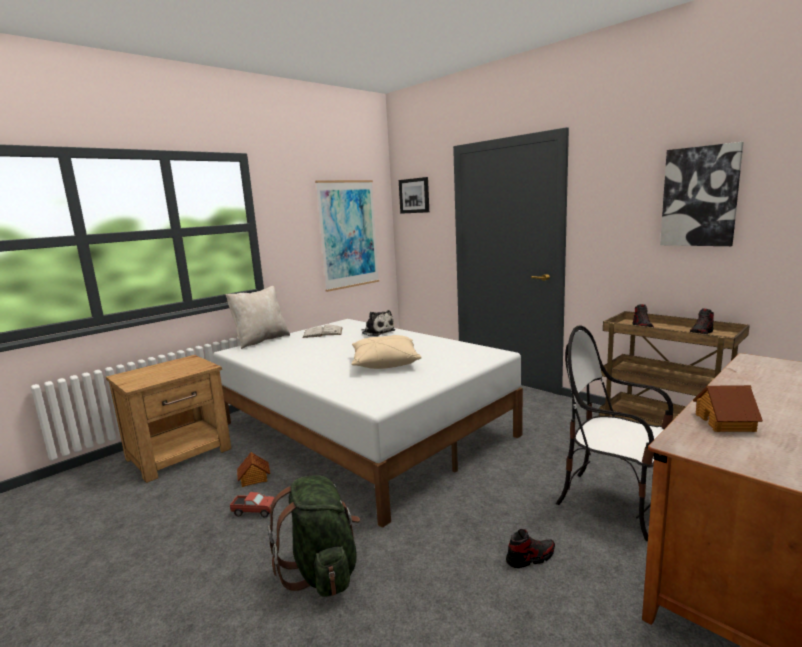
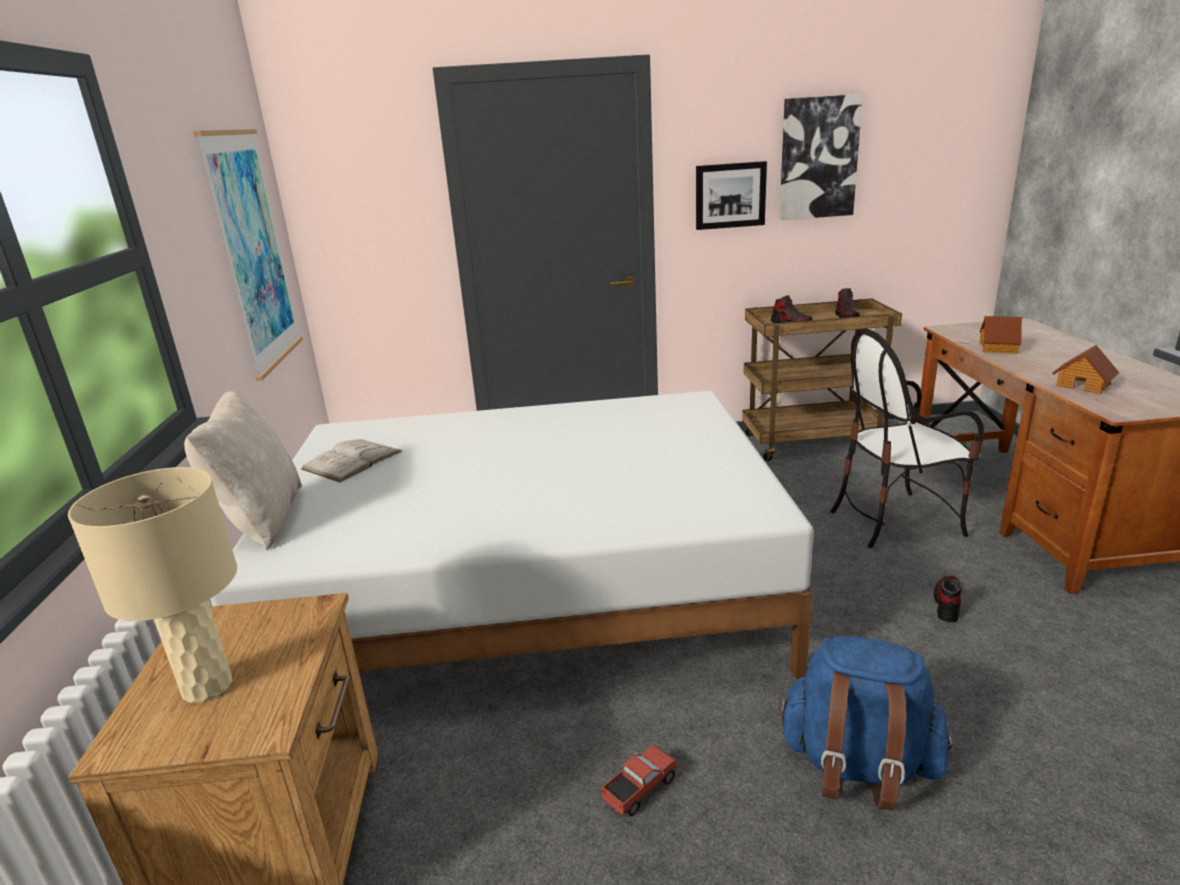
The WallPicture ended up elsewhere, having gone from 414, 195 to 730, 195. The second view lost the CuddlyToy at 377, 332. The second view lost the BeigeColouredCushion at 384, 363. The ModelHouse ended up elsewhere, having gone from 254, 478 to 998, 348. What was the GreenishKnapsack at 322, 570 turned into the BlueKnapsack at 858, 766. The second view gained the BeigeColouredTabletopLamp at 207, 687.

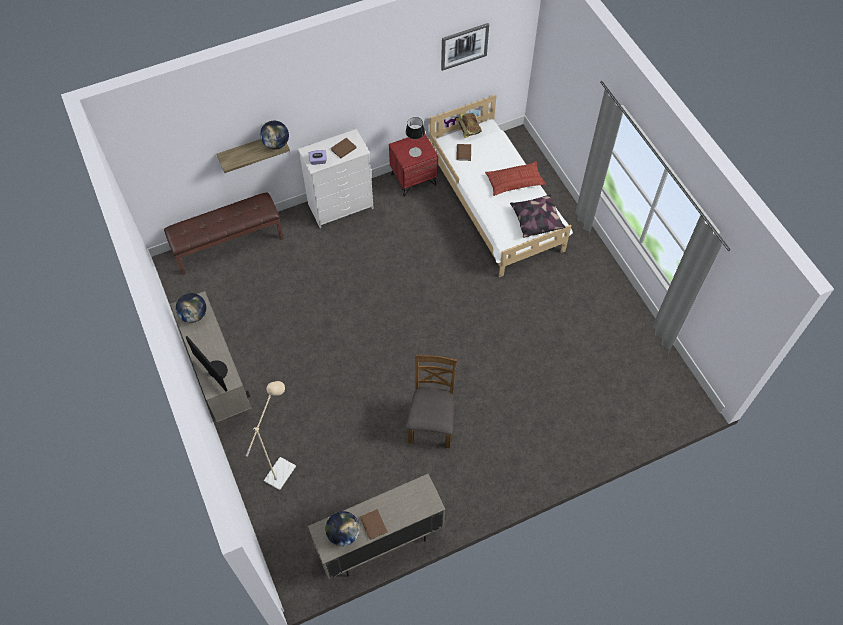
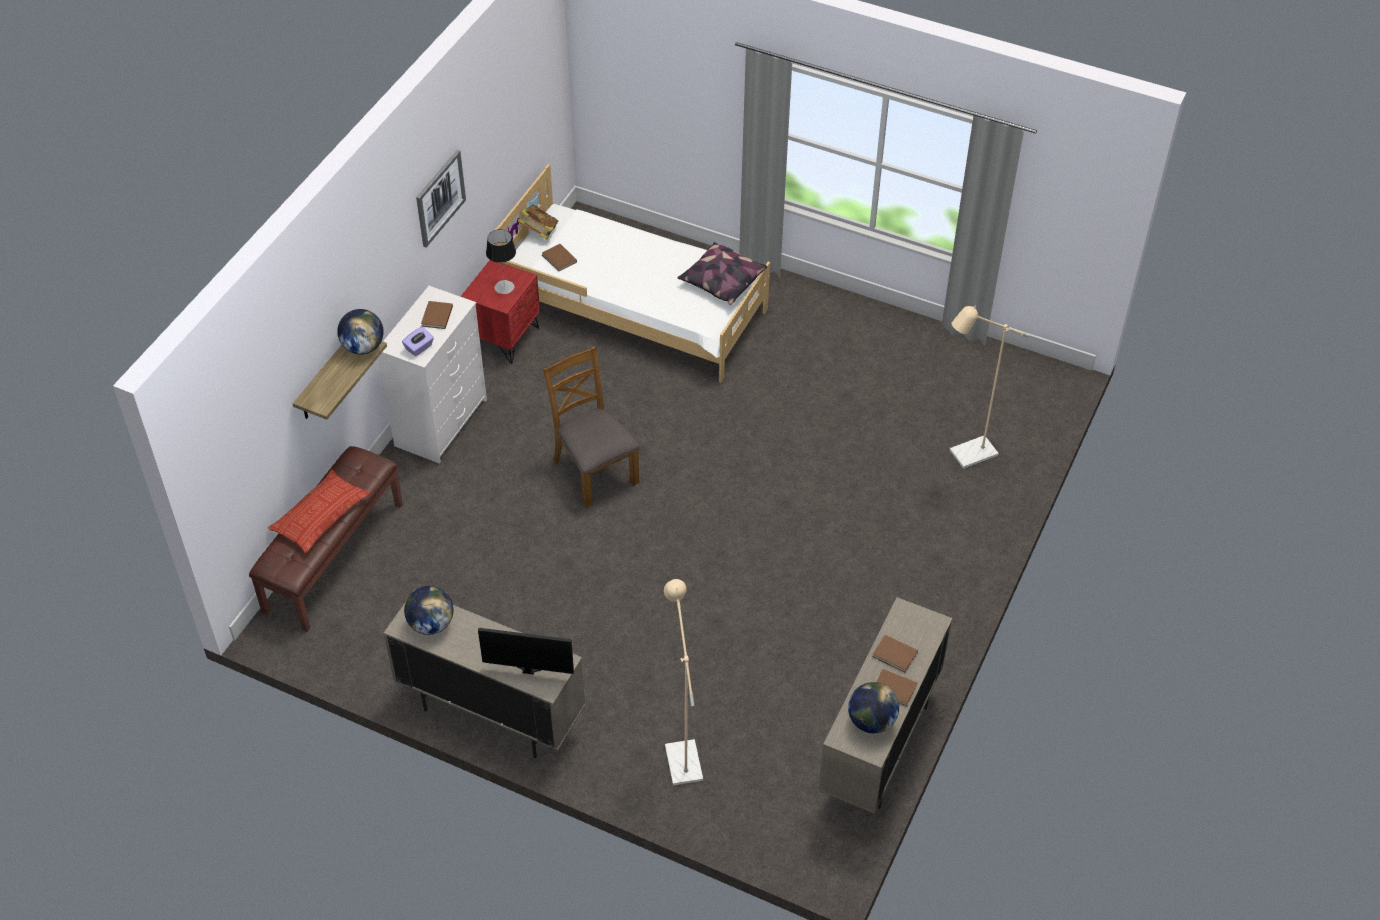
The WallPicture ended up elsewhere, having gone from 464, 46 to 440, 198. The Cushion ended up elsewhere, having gone from 515, 181 to 320, 515. The BrownishPlainChair ended up elsewhere, having gone from 431, 422 to 594, 471. The second view gained the BeigeColouredStandardLamp at 966, 455. The second view gained the BrownishBook at 895, 655.

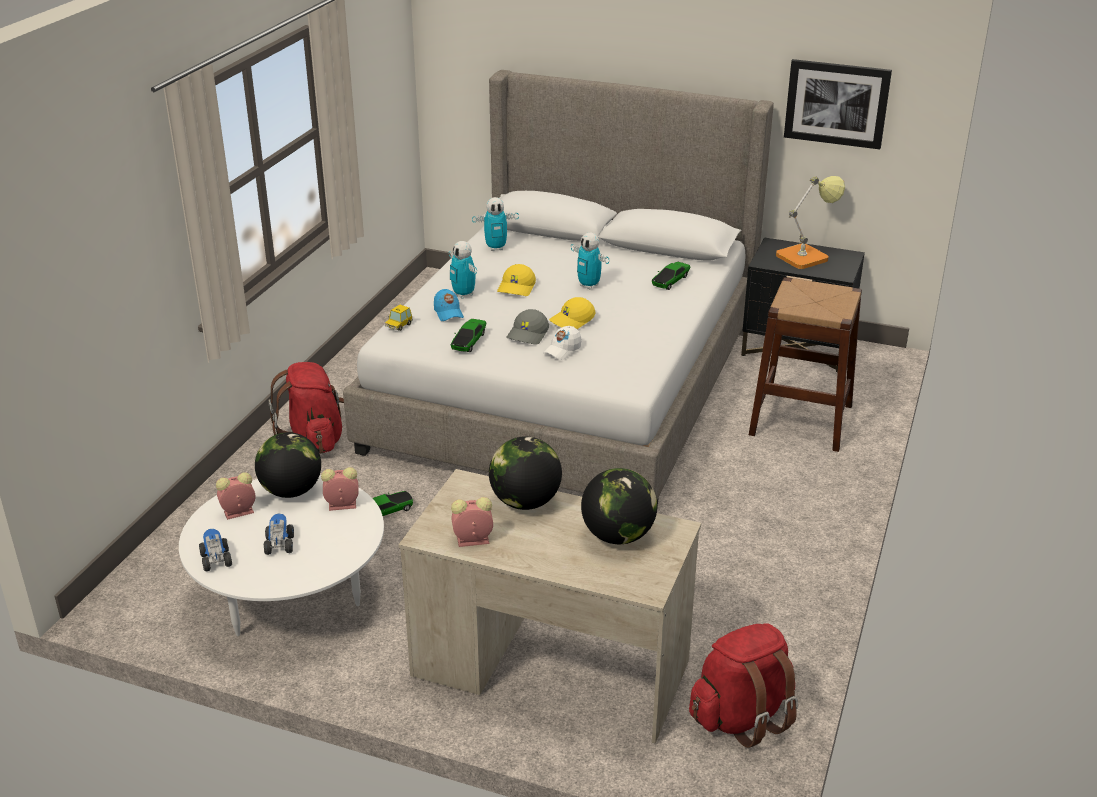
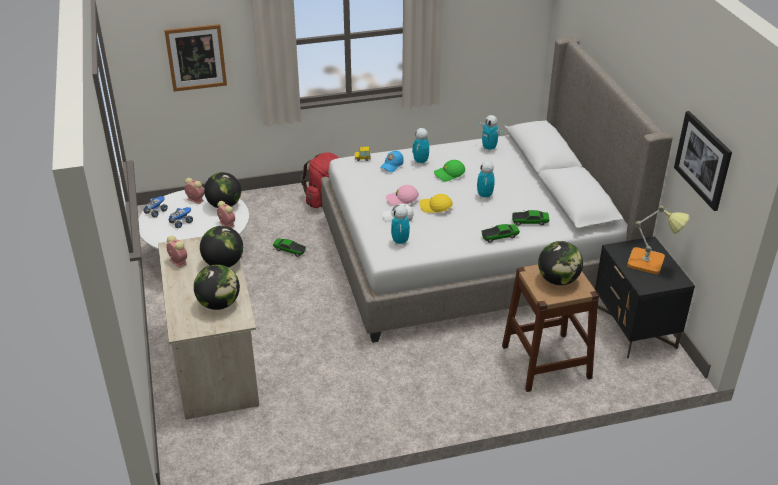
What was the YellowColouredPeakedCap at 517, 288 turned into the GreenishPeakedCap at 449, 174. What was the GreyishPeakedCap at 528, 335 turned into the PinkPeakedCap at 402, 200. The MiniatureCar ended up elsewhere, having gone from 469, 341 to 499, 236. The second view lost the RedKnapsack at 742, 717. The second view gained the WallPicture at 196, 57. The second view gained the RobotFigure at 400, 242. The second view gained the Globe at 558, 280.

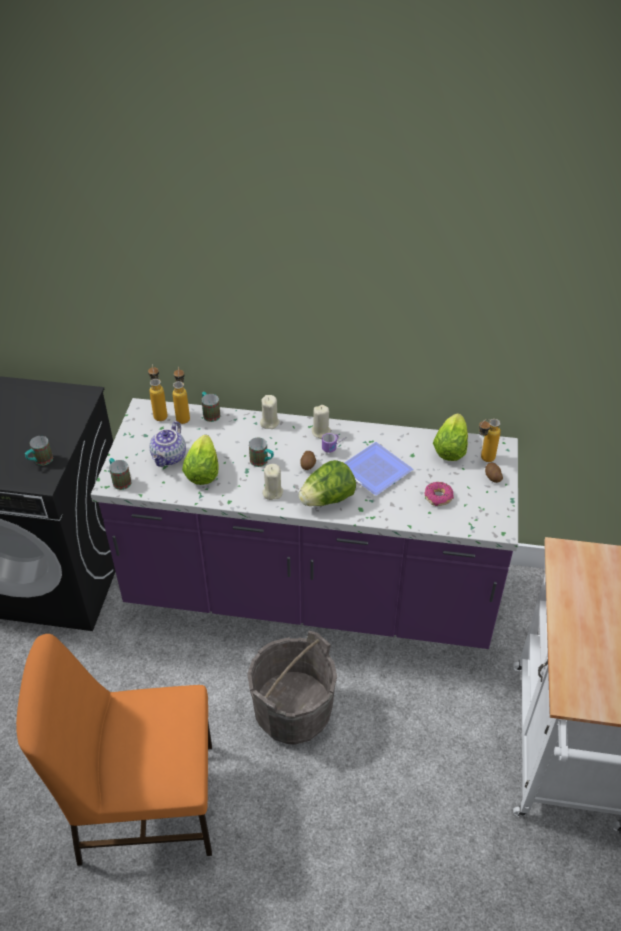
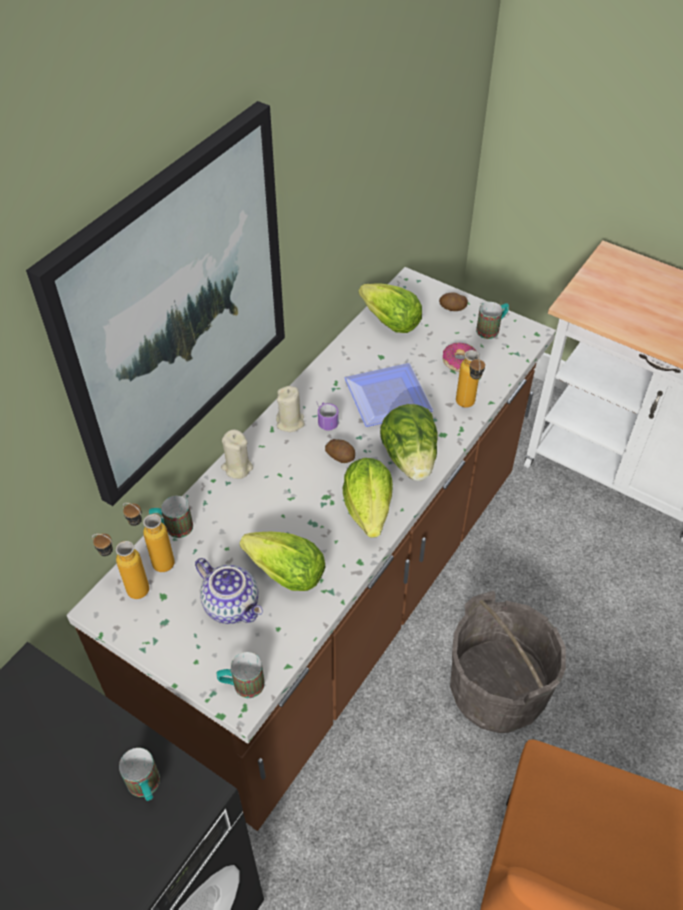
What was the PurpleCounter at 310, 594 turned into the BrownishCounter at 341, 607. The Bottle ended up elsewhere, having gone from 483, 460 to 467, 407. The TeaMug ended up elsewhere, having gone from 262, 462 to 491, 329. Where the BeigeColouredCandle stood at 272, 492, the HeadOfLettuce came to stand at 368, 509. The second view gained the WallPicture at 176, 308.

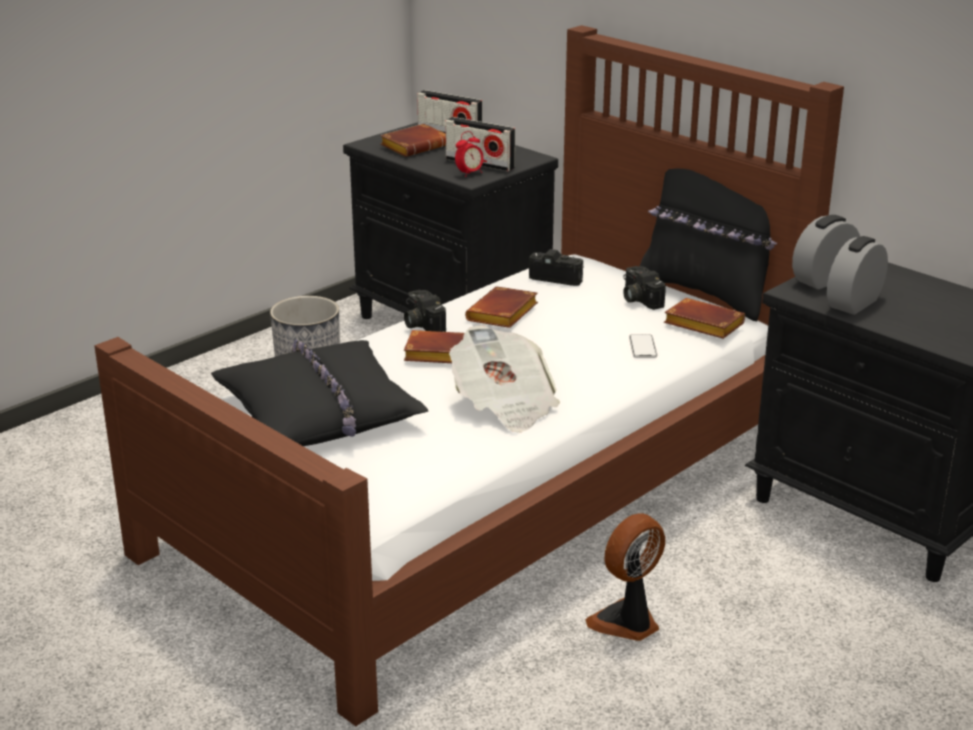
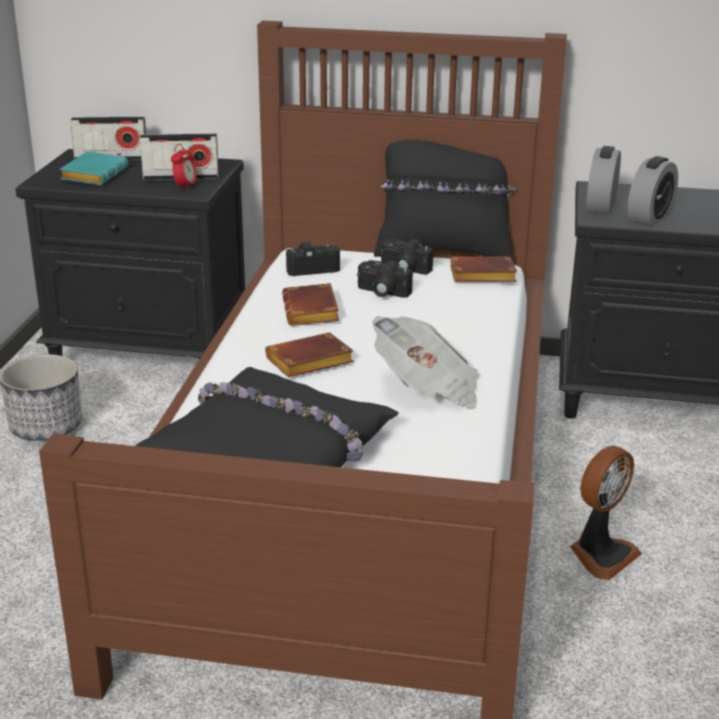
What was the BrownishBook at 415, 146 turned into the BlueGreenBook at 94, 174. The BedsideClock at 854, 303 ended up facing another way, 150 degrees counterclockwise from before. The PhotoCamera ended up elsewhere, having gone from 421, 324 to 381, 292. The second view lost the Handset at 642, 347. The Fan at 627, 622 ended up facing another way, 150 degrees counterclockwise from before.

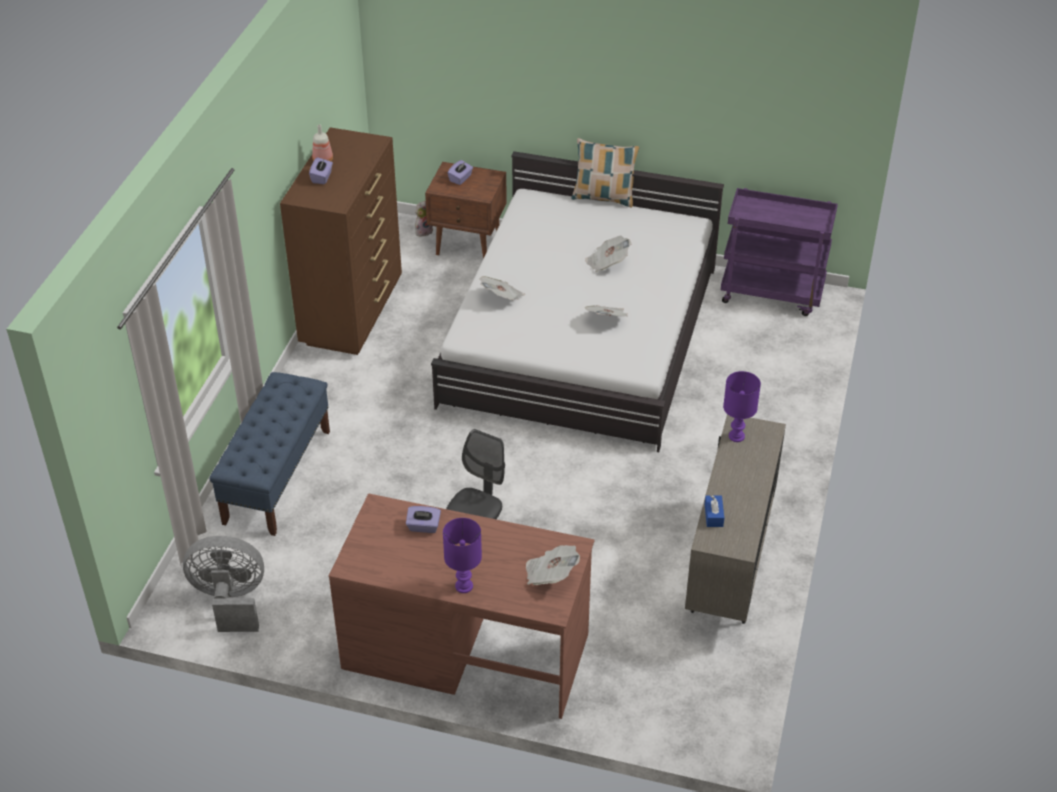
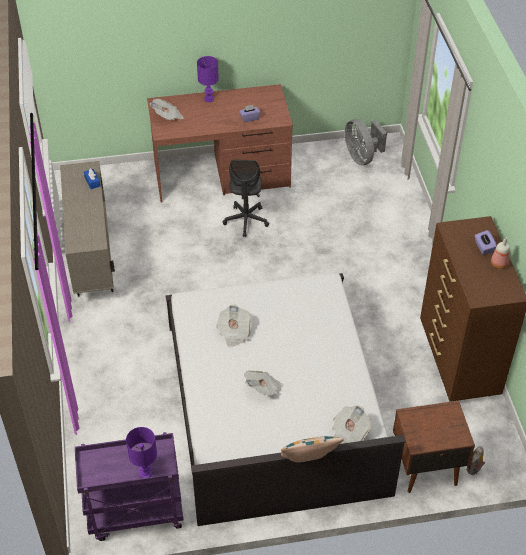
The second view lost the PurpleBoxOfTissues at 460, 179. The PrintedPaper ended up elsewhere, having gone from 502, 297 to 349, 434. The PurpleTabletopLamp ended up elsewhere, having gone from 737, 436 to 145, 473. The second view lost the BlueBench at 277, 476. The GreyishFan at 230, 601 ended up facing another way, 90 degrees clockwise from before.

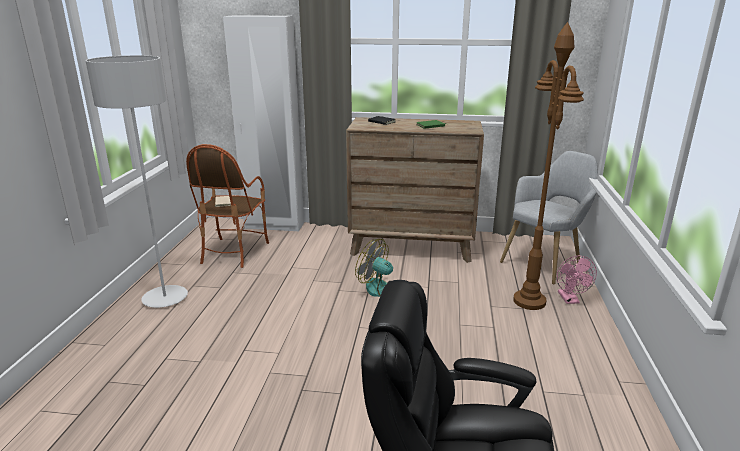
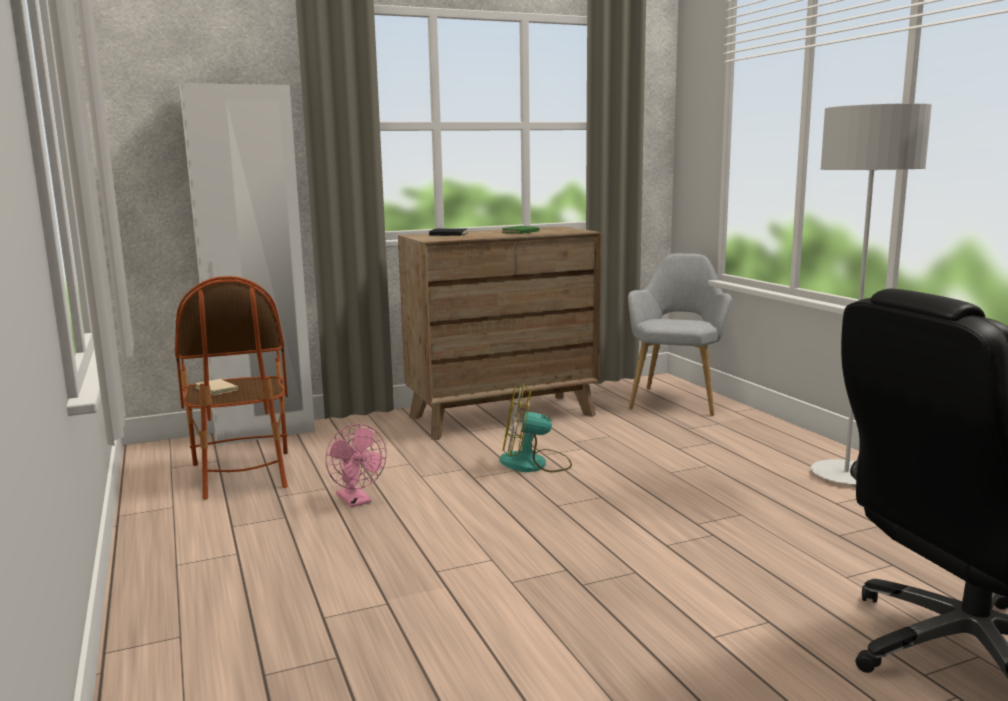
The second view lost the BrownishStandardLamp at 529, 301. The GreyishStandardLamp ended up elsewhere, having gone from 165, 298 to 846, 475. The PinkFan ended up elsewhere, having gone from 570, 300 to 357, 501.

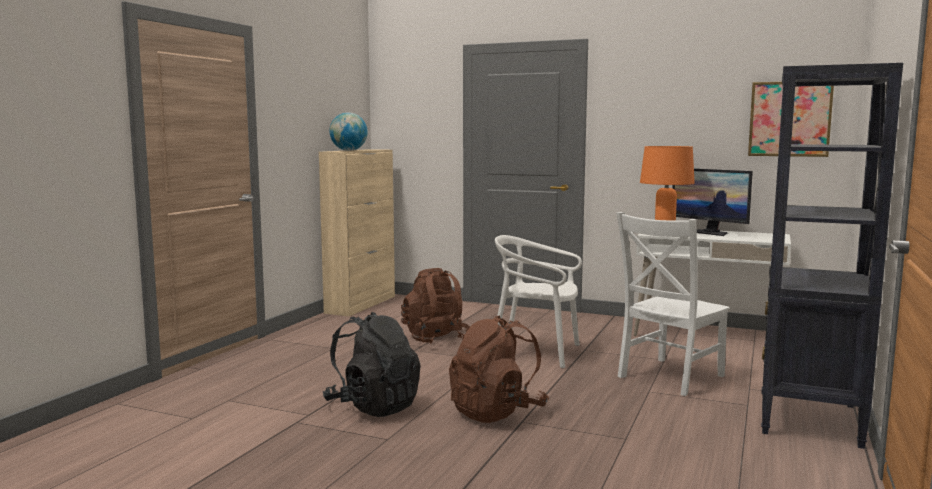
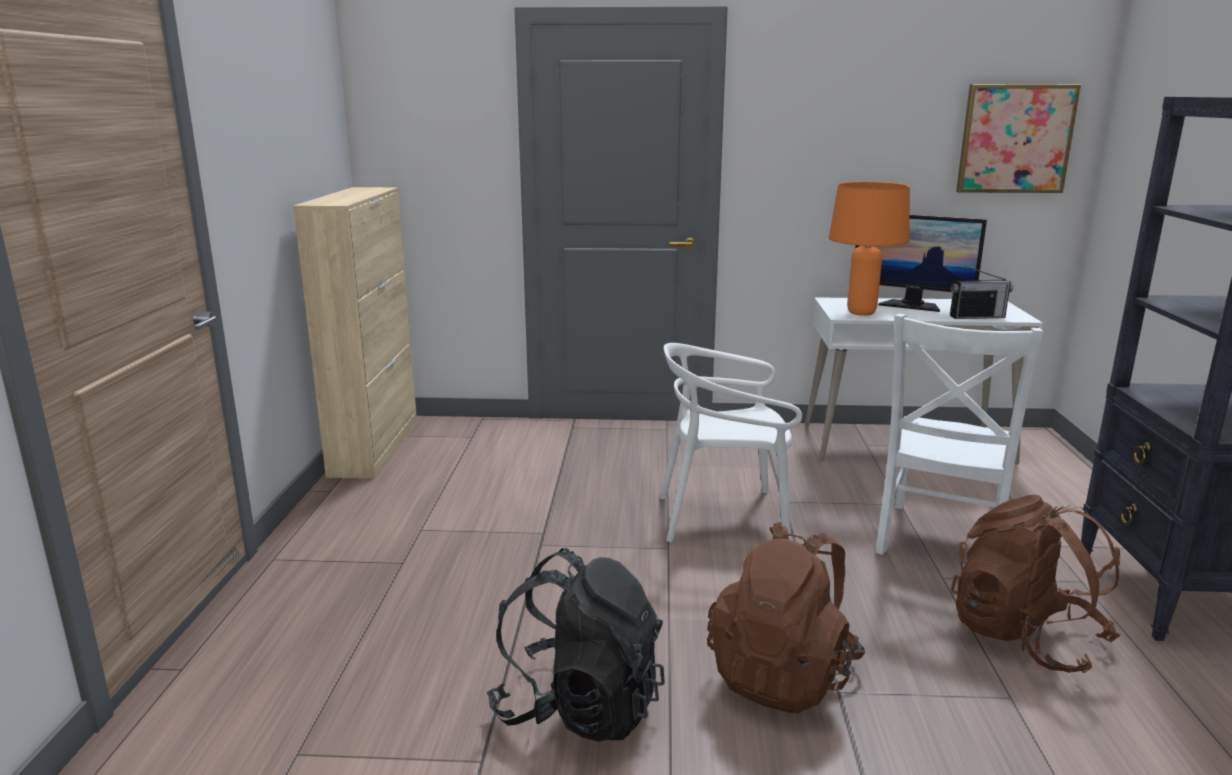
The second view lost the Globe at 349, 150. The BrownishKnapsack ended up elsewhere, having gone from 435, 339 to 1024, 637. The second view gained the RadioSet at 977, 317.

